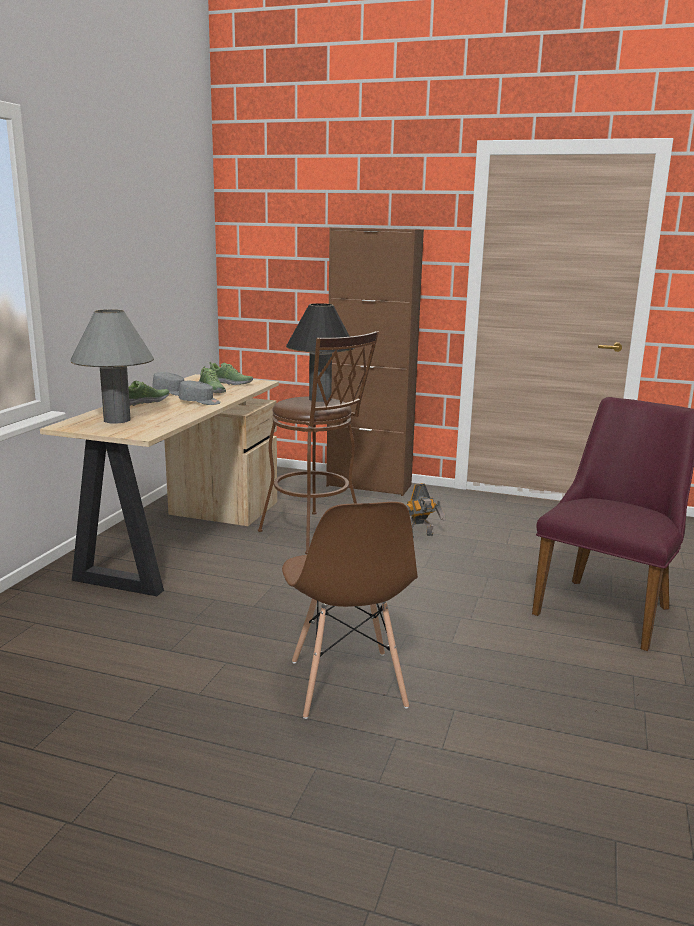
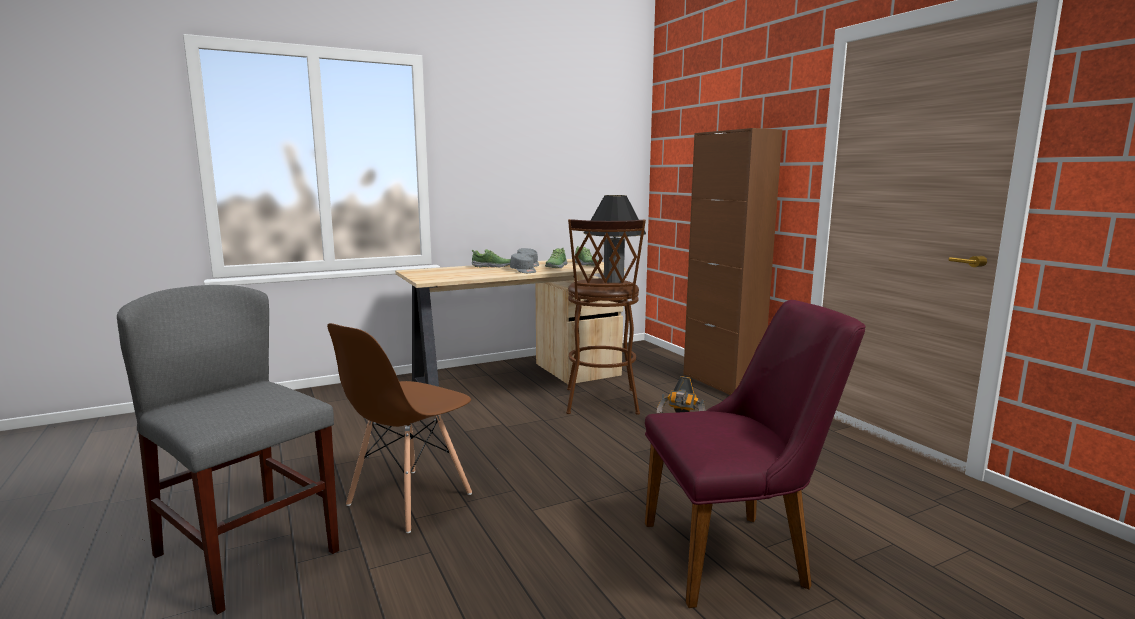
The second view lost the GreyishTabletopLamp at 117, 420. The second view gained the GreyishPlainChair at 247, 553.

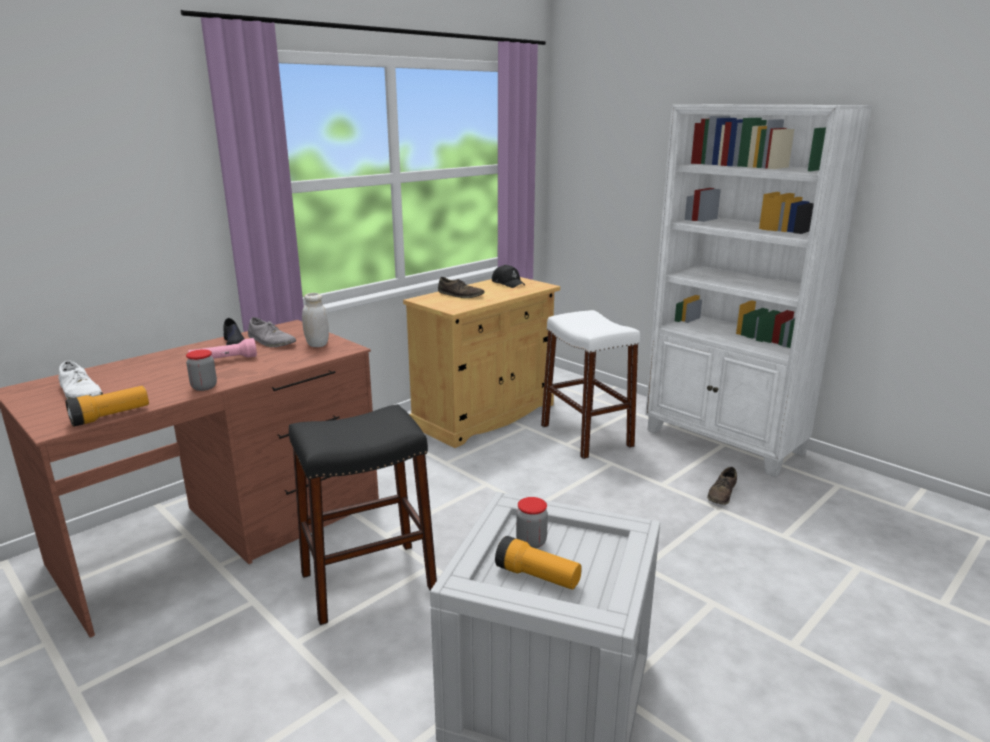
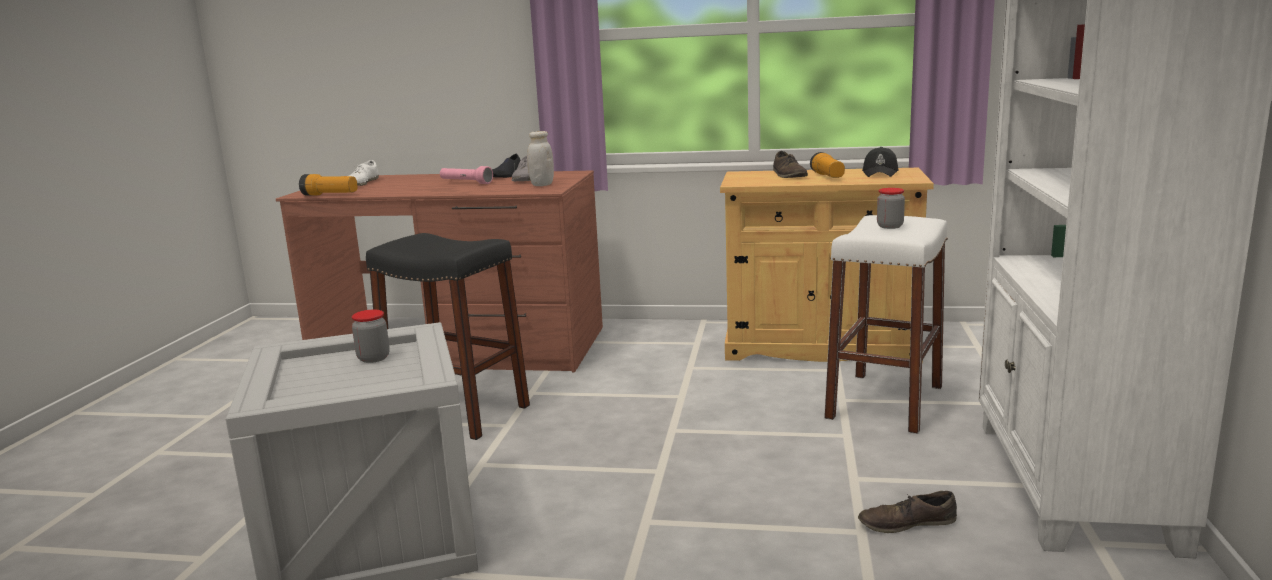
The PreserveJar ended up elsewhere, having gone from 204, 387 to 890, 226. The Flashlight ended up elsewhere, having gone from 537, 576 to 827, 176.

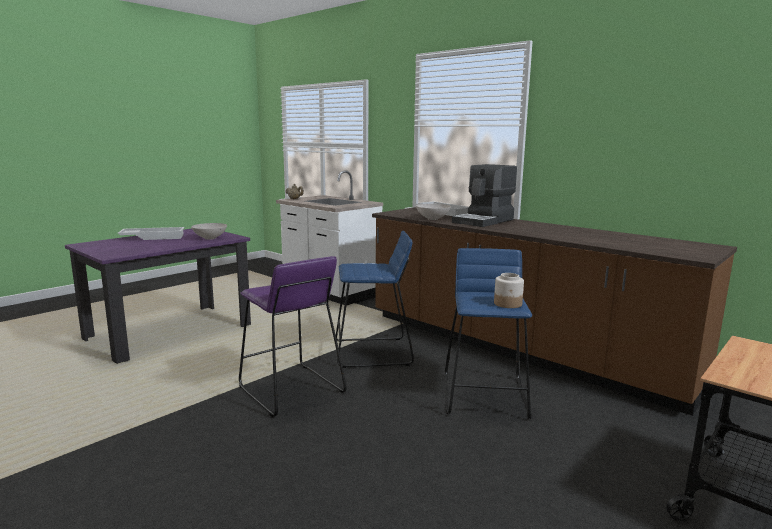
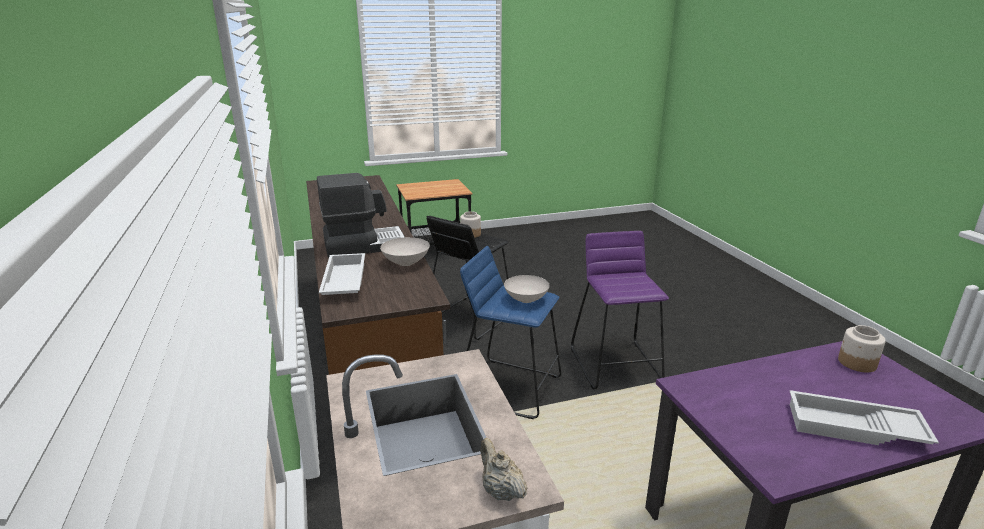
The WhiteServingBowl ended up elsewhere, having gone from 210, 238 to 525, 300. What was the BlueStool at 485, 396 turned into the BlackishStool at 469, 317. The second view gained the PreserveJar at 856, 363.

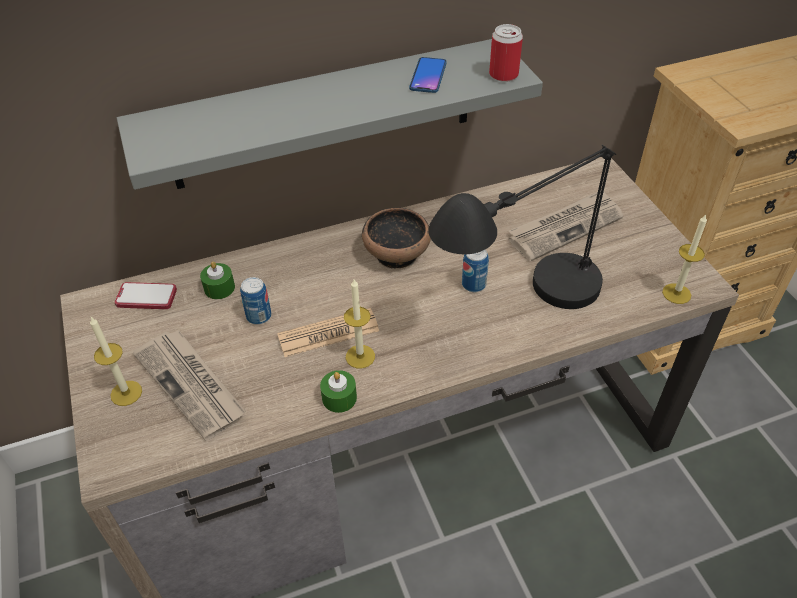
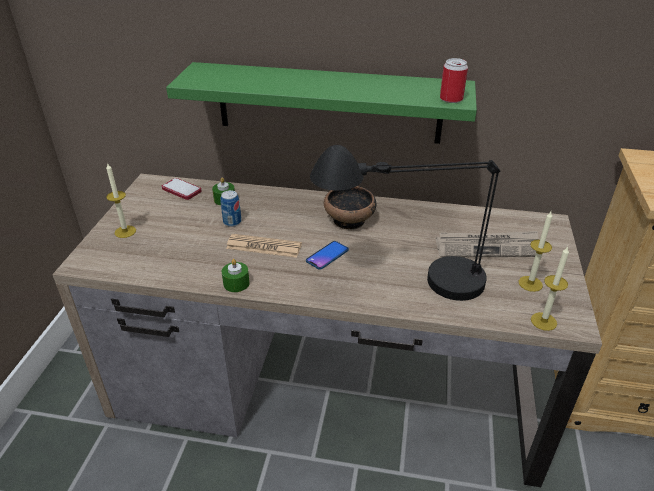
What was the GreyishWallShelf at 323, 115 turned into the GreenishWallShelf at 328, 103. The Handset ended up elsewhere, having gone from 428, 76 to 327, 256. The second view lost the SealedCan at 473, 284. The Candle ended up elsewhere, having gone from 360, 356 to 530, 283. The second view lost the PrintedPaper at 192, 385.

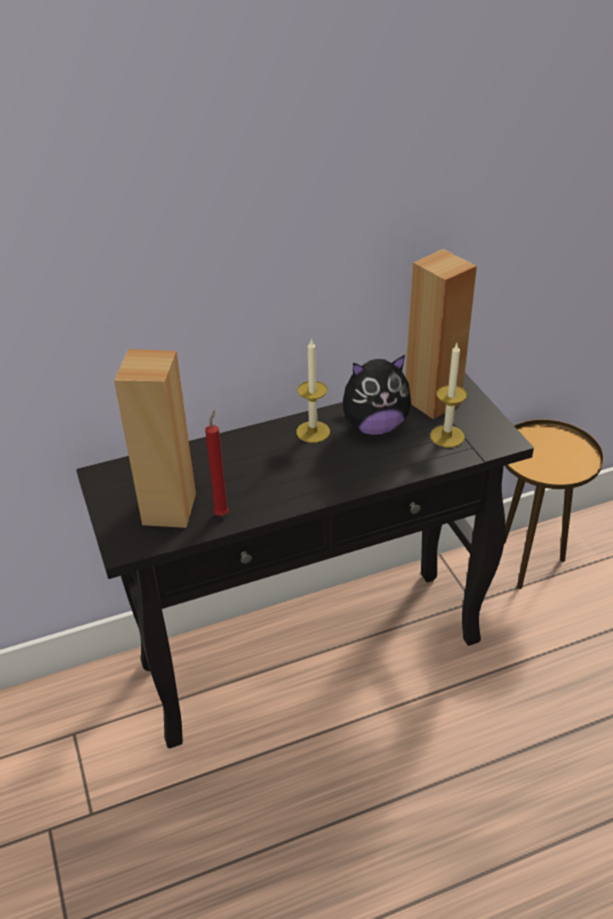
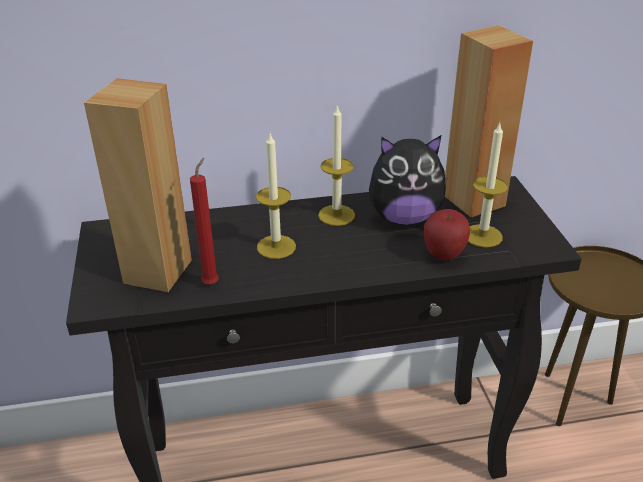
The second view gained the Candle at 276, 247. The second view gained the WholeApple at 443, 255.

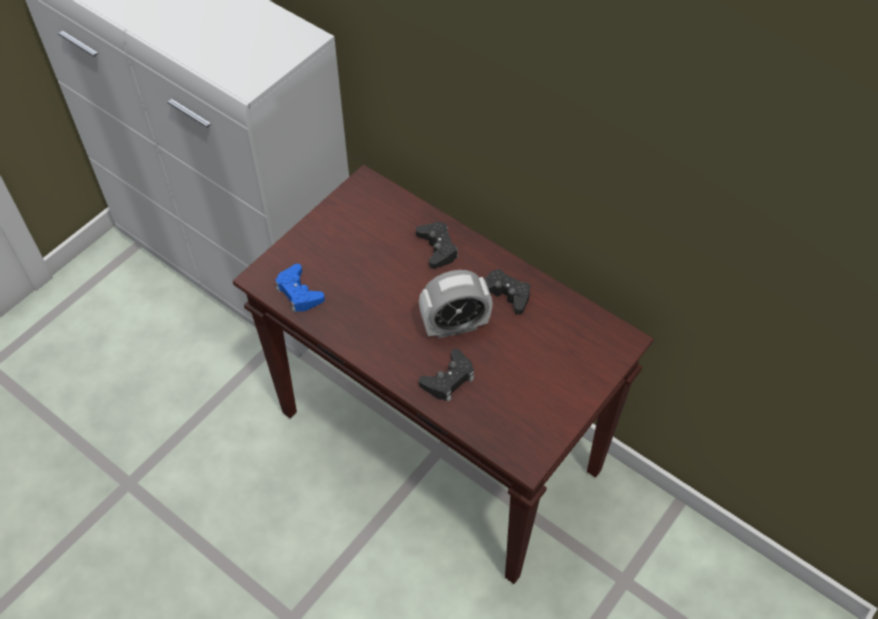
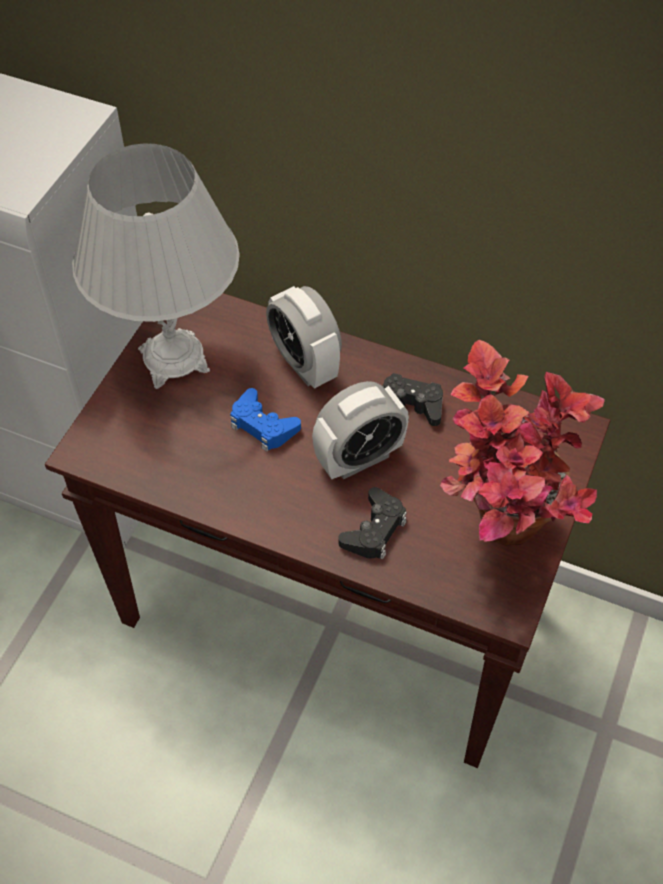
Where the BlackishGameController stood at 437, 248, the BedsideClock came to stand at 304, 364. The BlueGameController ended up elsewhere, having gone from 299, 293 to 263, 425. The second view gained the WhiteTabletopLamp at 174, 359. The second view gained the PottedPlant at 497, 540.

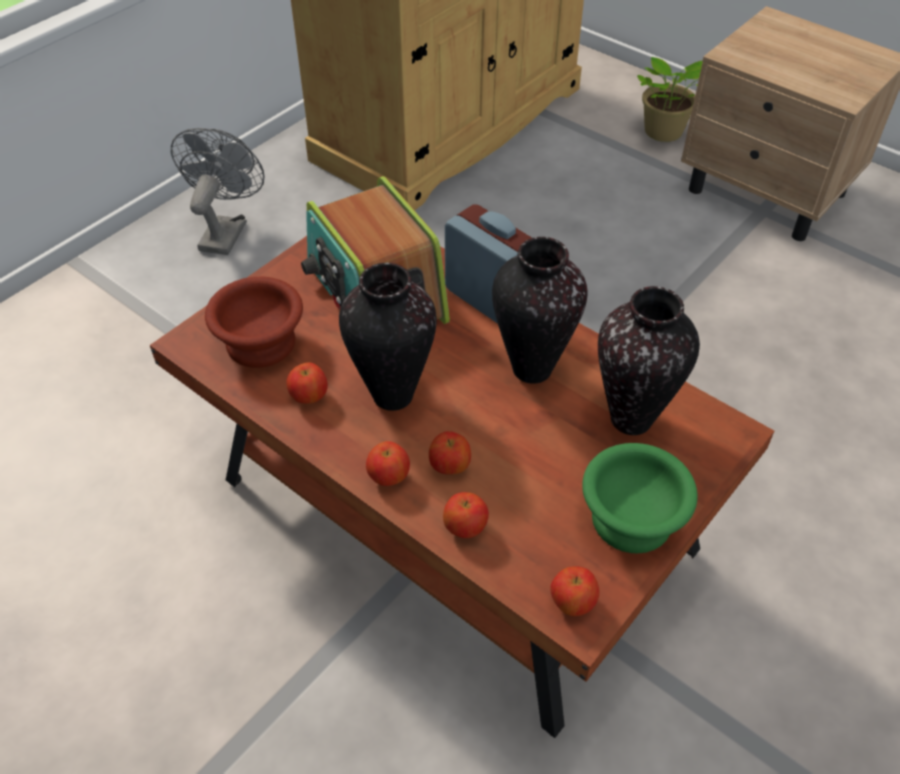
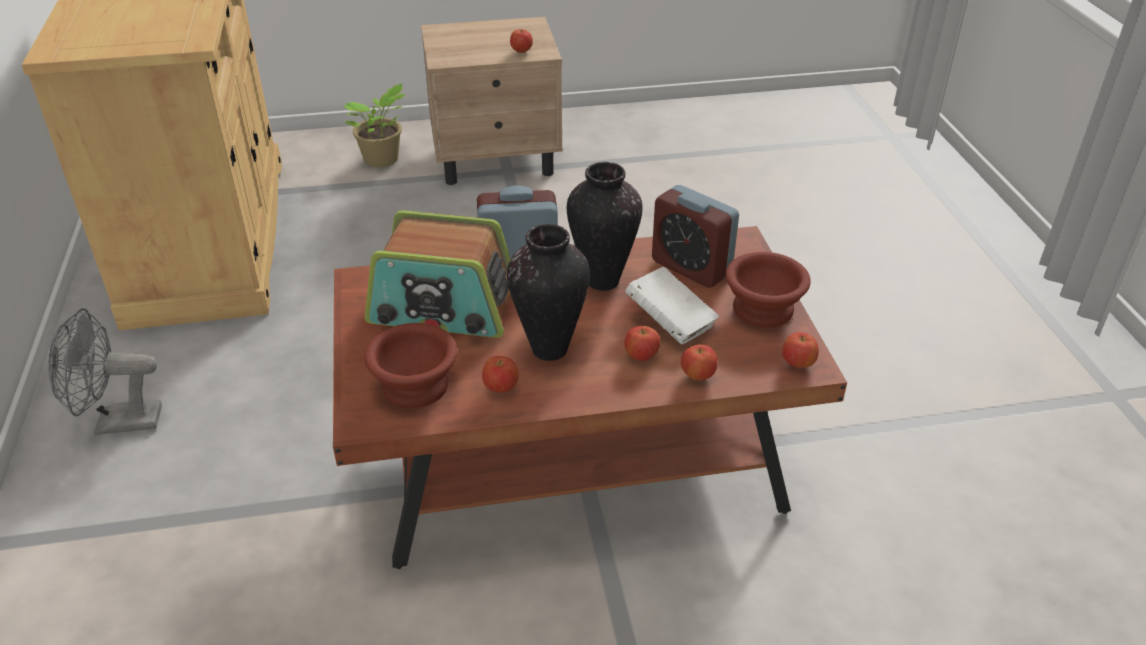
The GreyishFan at 225, 231 ended up facing another way, 60 degrees counterclockwise from before. Where the Vase stood at 632, 420, the BedsideClock came to stand at 691, 267. The WholeApple ended up elsewhere, having gone from 388, 477 to 521, 51. What was the GreenishServingBowl at 634, 518 turned into the BrownishServingBowl at 763, 307. The second view gained the WhiteBook at 670, 322.

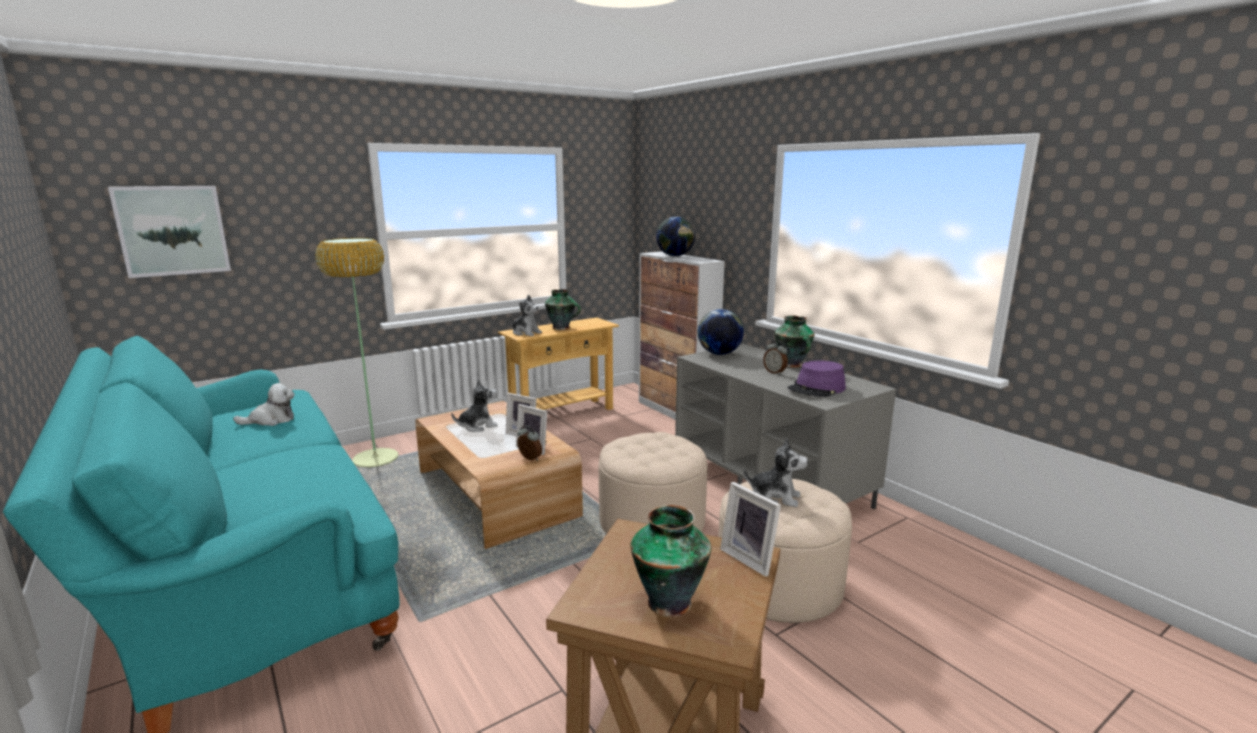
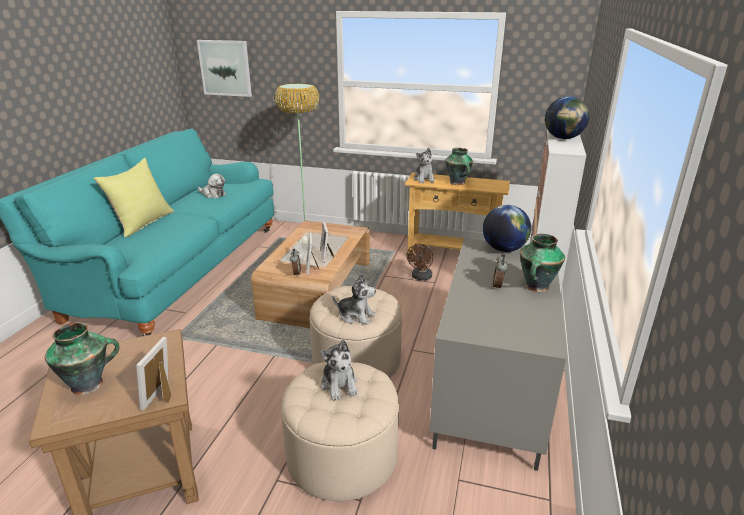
The second view lost the PurpleHat at 817, 389. The CuddlyToy ended up elsewhere, having gone from 477, 426 to 356, 316. The second view gained the YellowColouredCushion at 143, 223. The second view gained the BrownishFan at 420, 277.

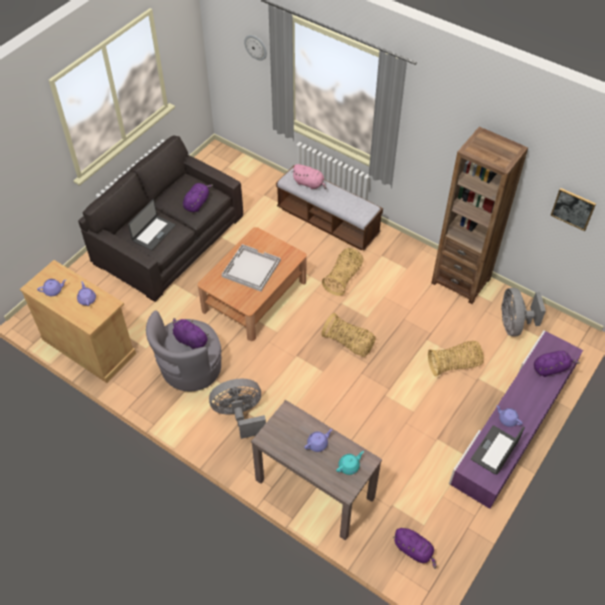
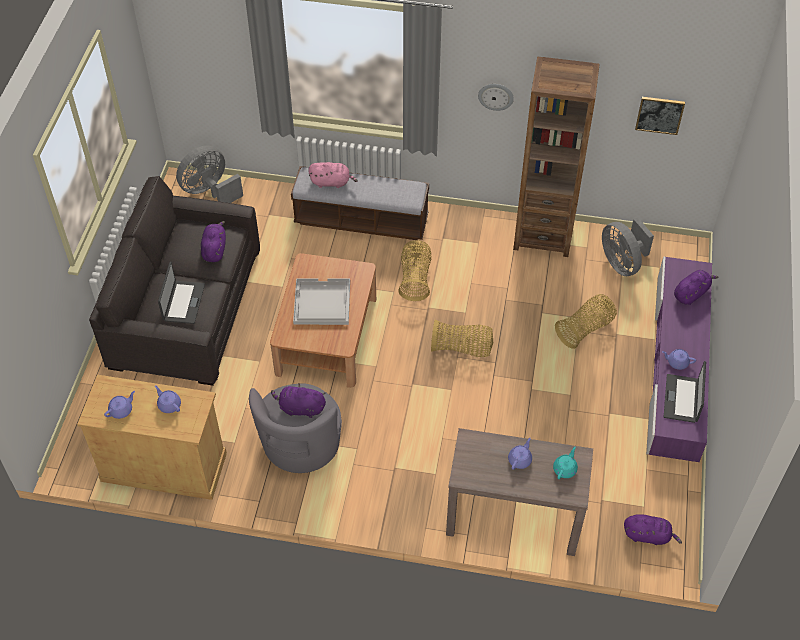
The HangingClock ended up elsewhere, having gone from 256, 47 to 495, 96. The GreyishFan ended up elsewhere, having gone from 240, 415 to 210, 191.

